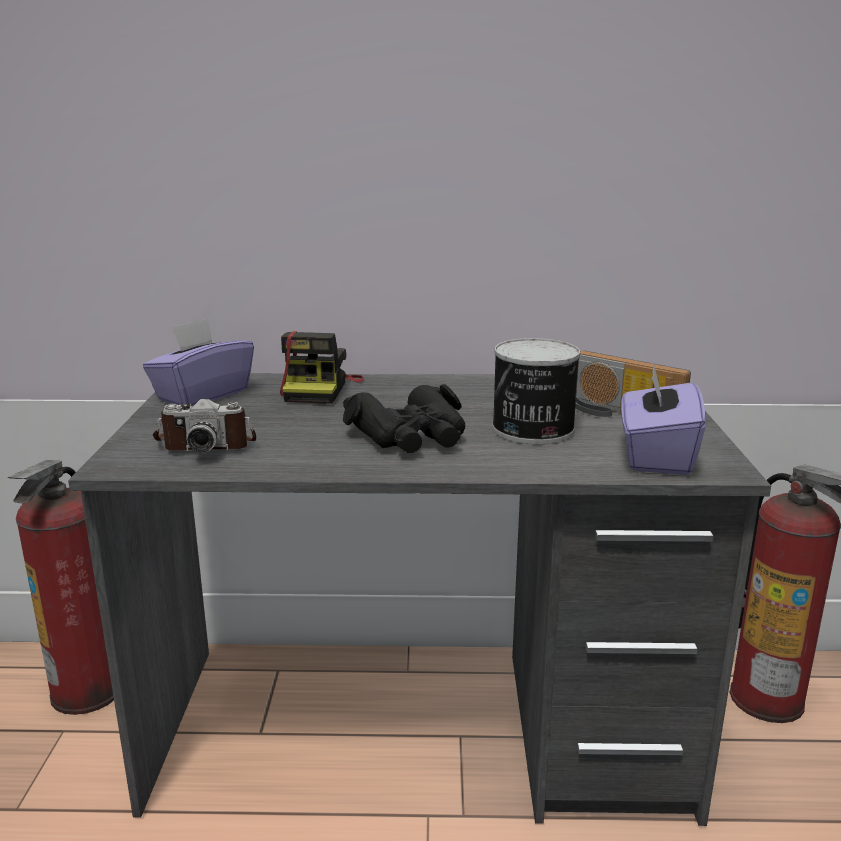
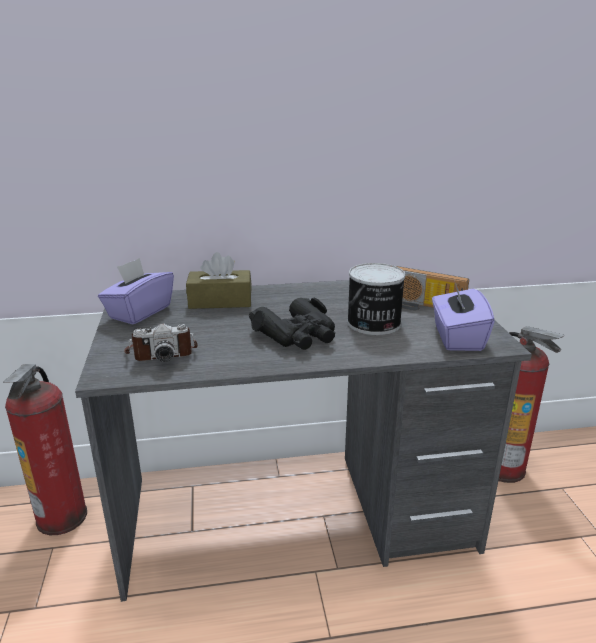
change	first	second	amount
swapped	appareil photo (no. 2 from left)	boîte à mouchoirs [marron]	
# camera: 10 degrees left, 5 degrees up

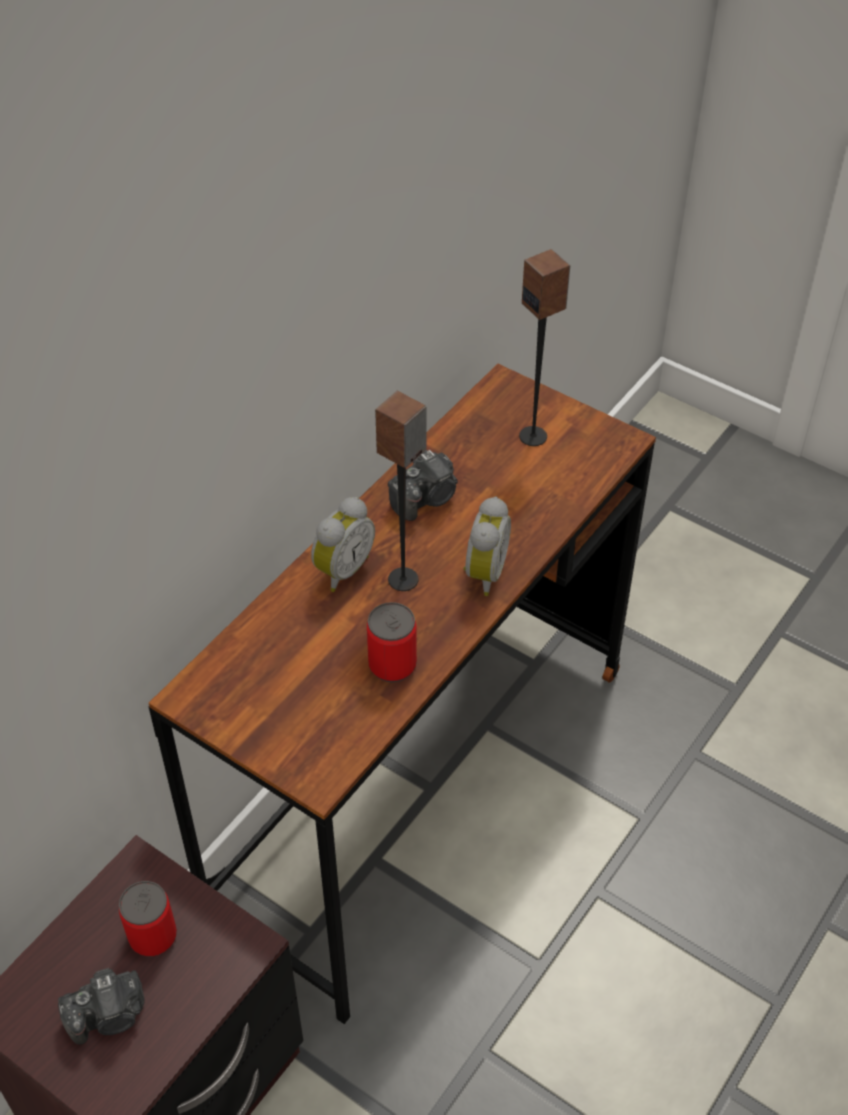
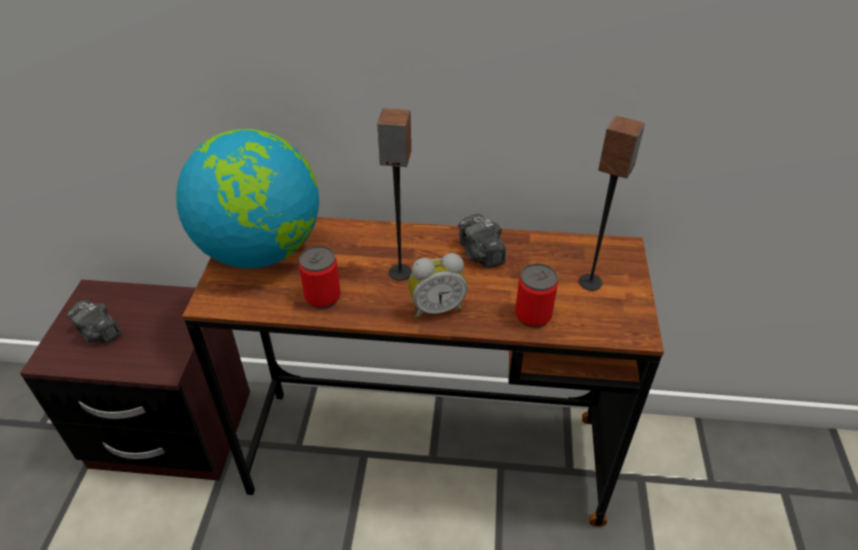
change	first	second	amount
shifted	boîte métallique (no. 1 from left in the first image)	boîte métallique (no. 2 from left)	
gone	réveil (no. 1 from left)		
rotated	appareil photo (no. 2 from left)		45 degrees clockwise
new		globe	
# camera: 60 degrees right, 5 degrees down

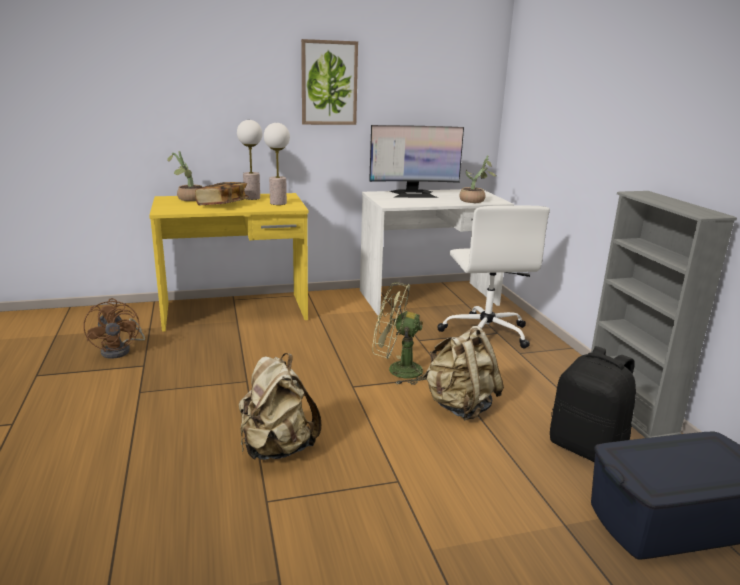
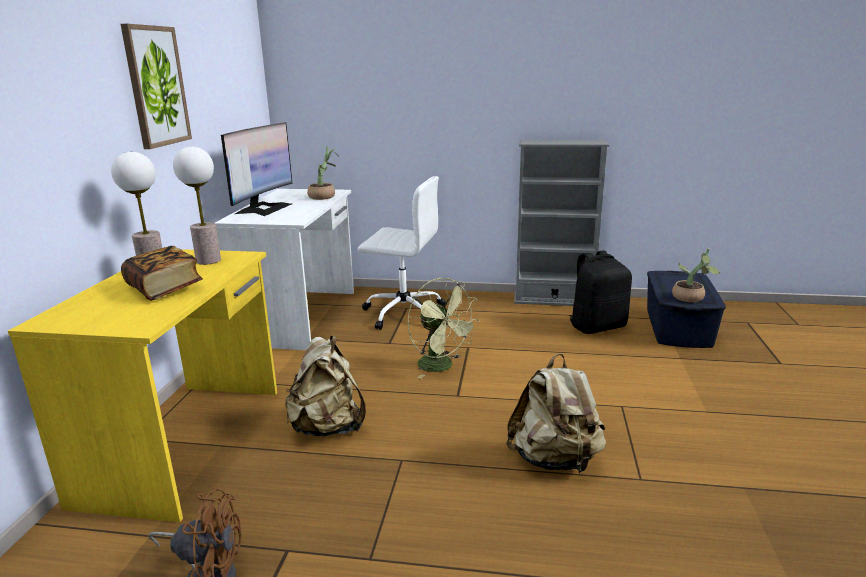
change	first	second	amount
shifted	plante en pot (no. 1 from left in the first image)	plante en pot (no. 2 from left)	
rotated	ventilateur [vert]		75 degrees counterclockwise
shifted	sac à dos [beige] (no. 2 from left in the first image)	sac à dos [beige] (no. 1 from left)	
# camera: 65 degrees left, 0 degrees up

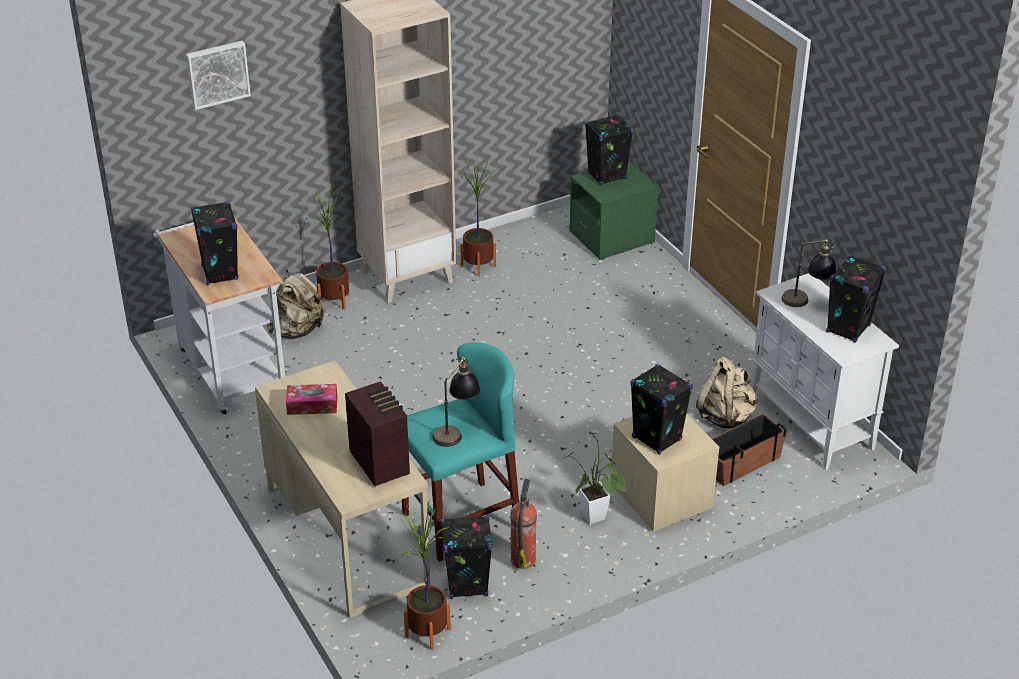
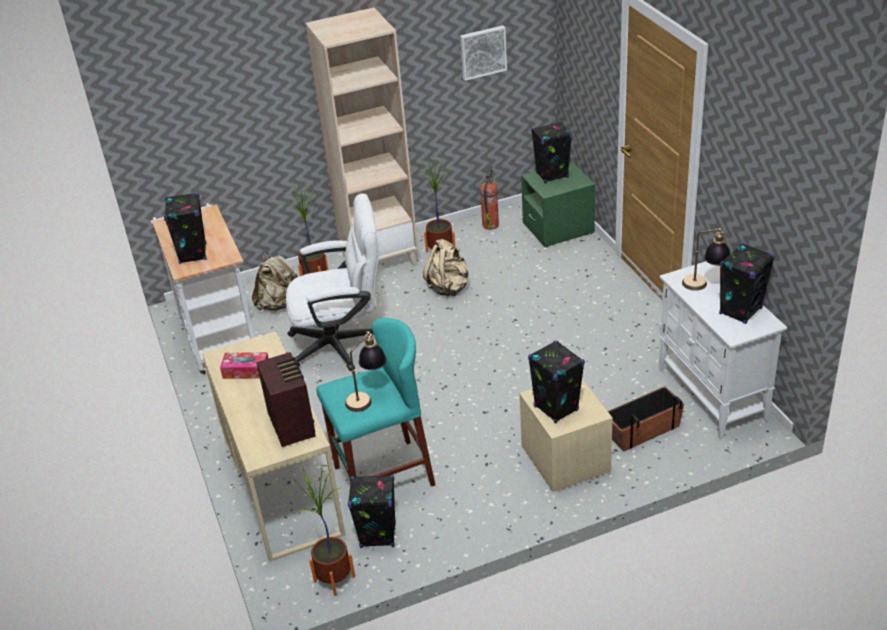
change	first	second	amount
shifted	tableau		
shifted	extincteur		
gone	plante en pot (no. 4 from left)		
shifted	sac à dos [beige] (no. 2 from left)		
new		chaise de bureau [blanc]	
# camera: 10 degrees right, 0 degrees up

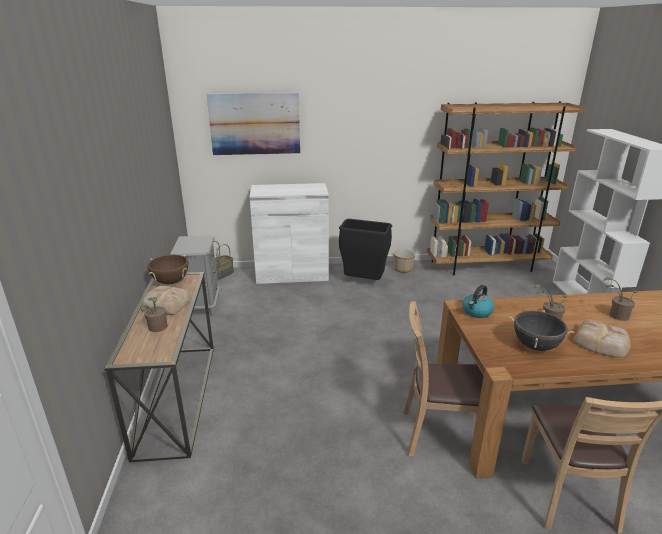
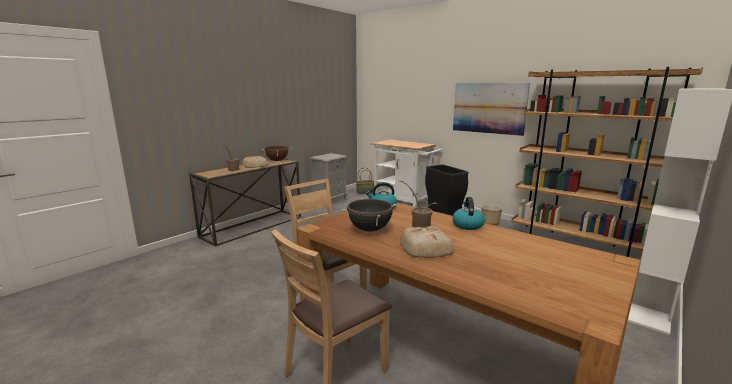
change	first	second	amount
shifted	tableau		
swapped	meuble de rangement [blanc]	chariot [blanc]	
gone	plante en pot (no. 3 from left)		
new		bouilloire (no. 2 from left)	
# camera: 45 degrees right, 10 degrees down

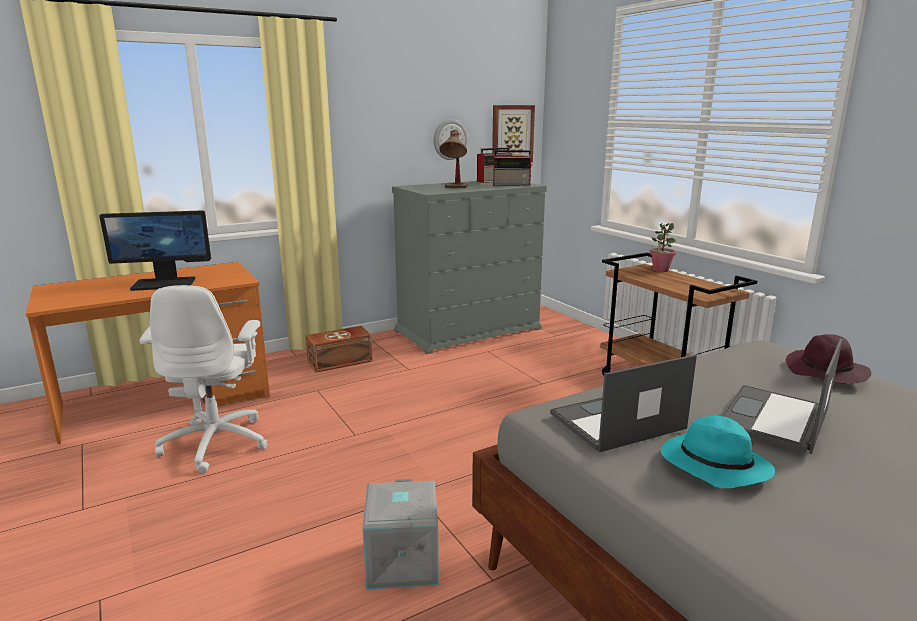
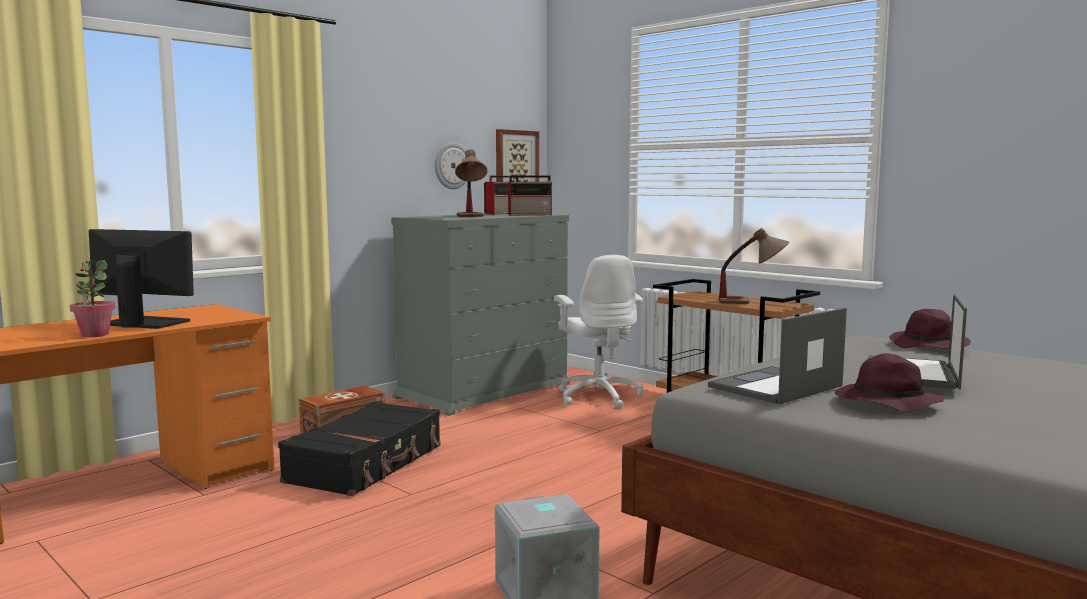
change	first	second	amount
rotated	écran d'ordinateur		135 degrees counterclockwise
shifted	chaise de bureau [blanc]		
shifted	plante en pot		
repainted	chapeau [turquoise]	chapeau [violet] (no. 1 from left)	
new		valise [noir]	
new		lampe de table (no. 2 from left)	
# camera: 15 degrees left, 10 degrees down

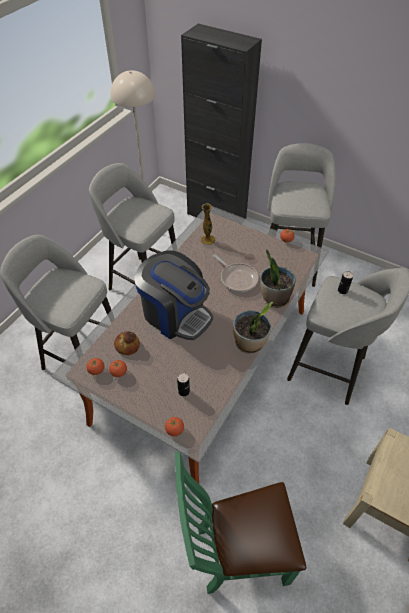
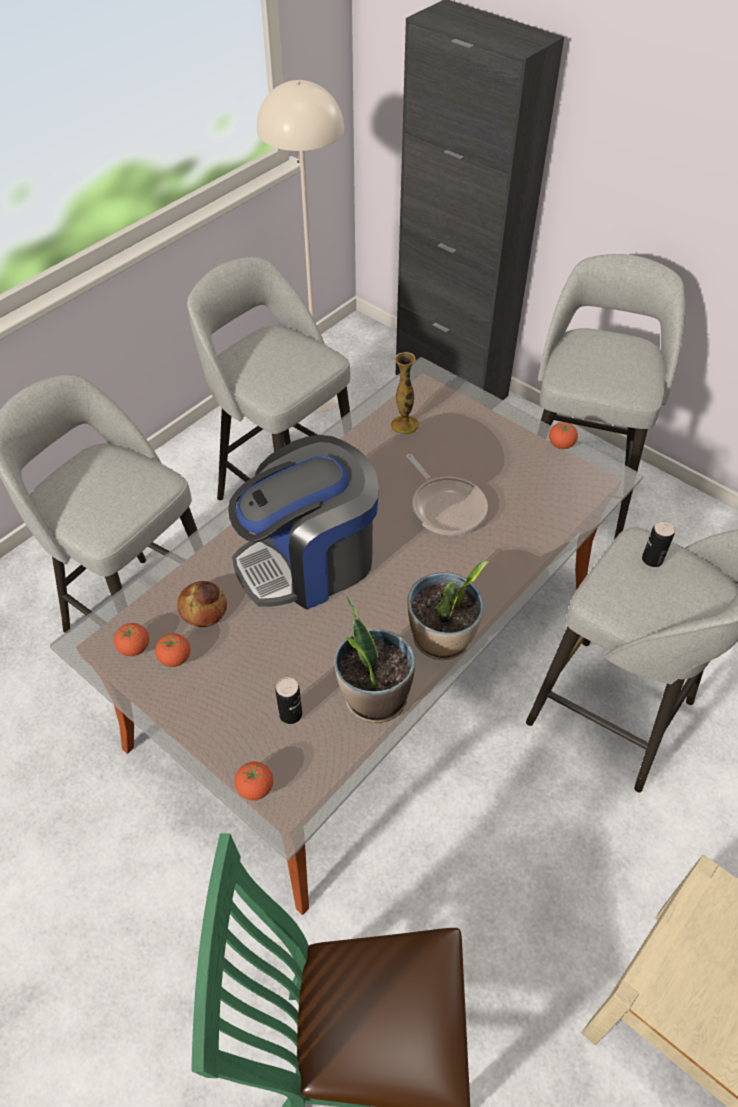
change	first	second	amount
rotated	machine à café		105 degrees clockwise
shifted	plante en pot (no. 2 from left in the first image)	plante en pot (no. 1 from left)	
# camera: 10 degrees right, 0 degrees up

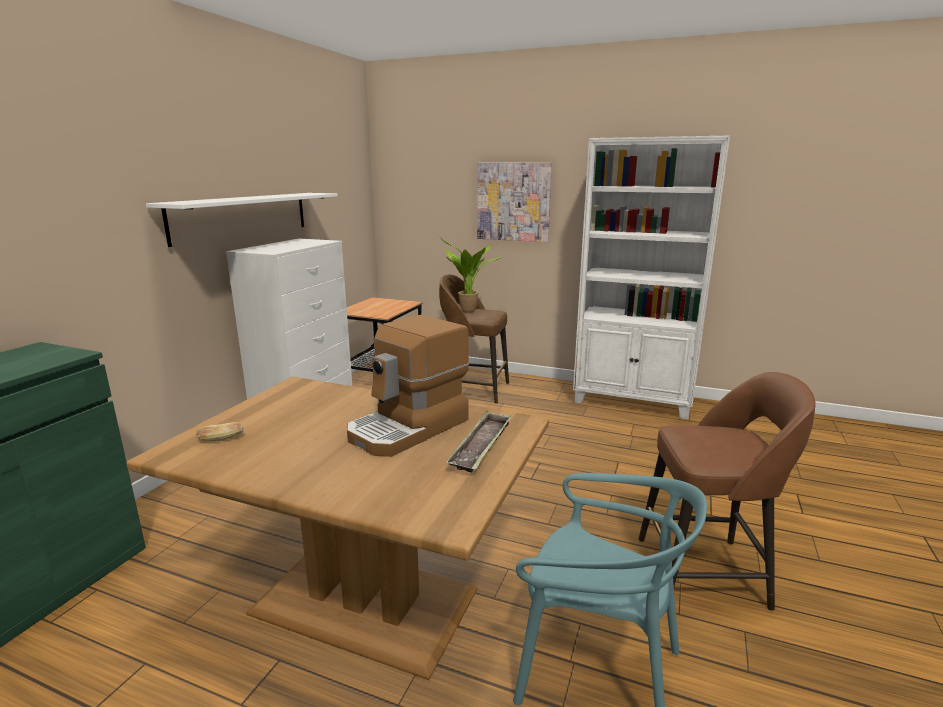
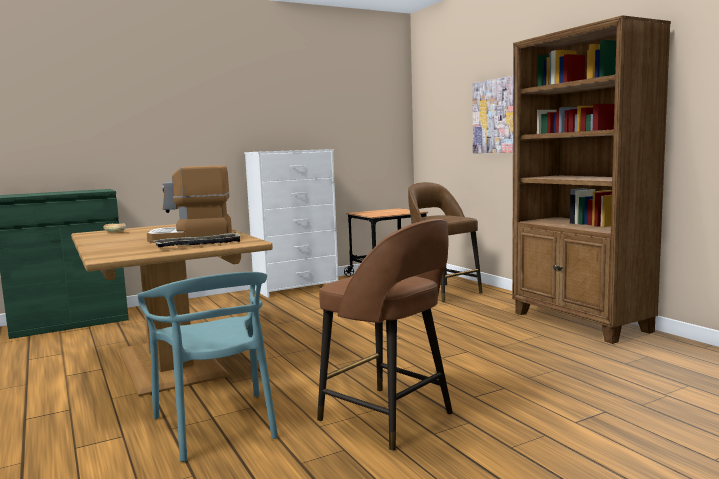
change	first	second	amount
gone	étagère [blanc]		
gone	plante en pot		
repainted	bibliothèque [blanc]	bibliothèque [marron]	
# camera: 40 degrees right, 10 degrees down

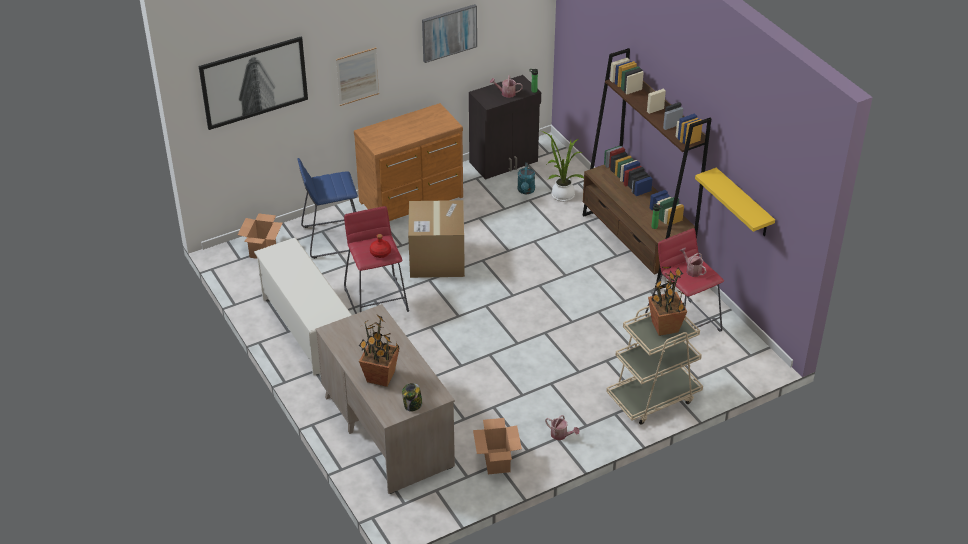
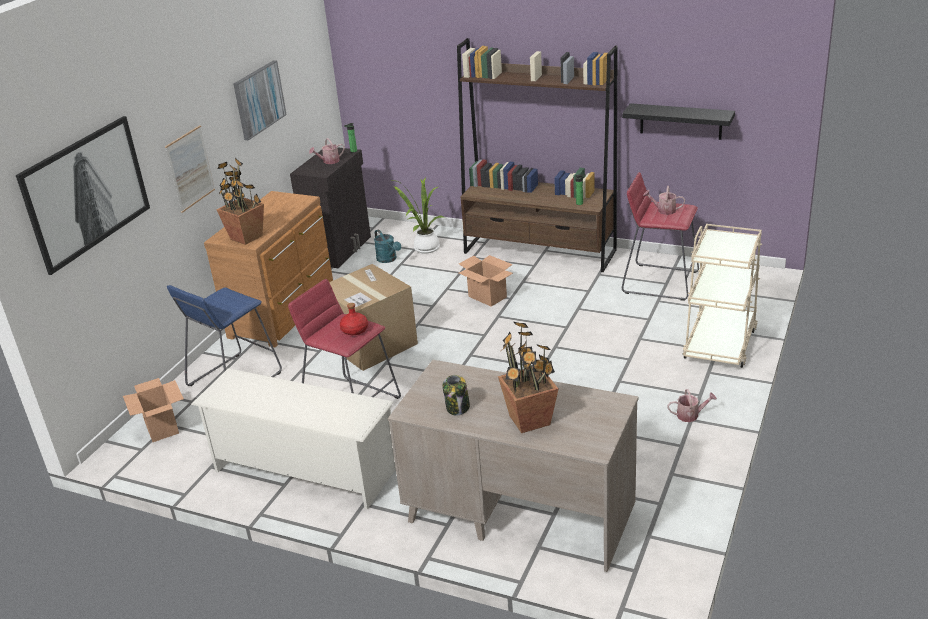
change	first	second	amount
shifted	bocal		
shifted	carton (no. 3 from left)		
shifted	plante en pot (no. 3 from left in the first image)	plante en pot (no. 1 from left)	
repainted	étagère [jaune]	étagère [noir]	
# camera: 35 degrees left, 10 degrees down

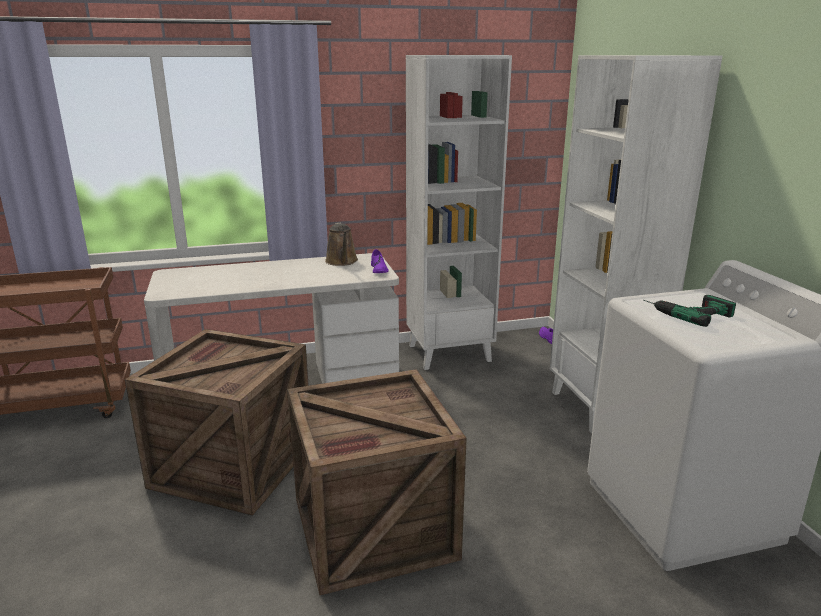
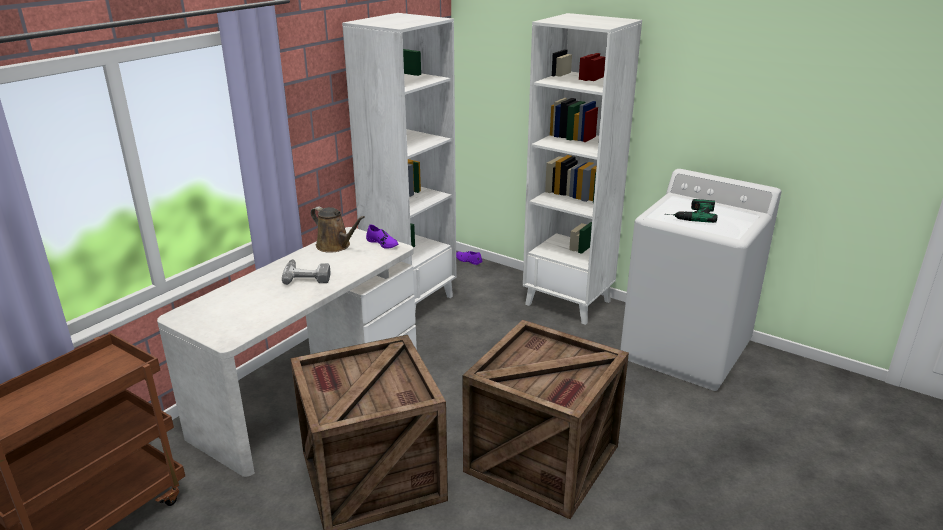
change	first	second	amount
new		perceuse (no. 1 from left)	
# camera: 40 degrees left, 5 degrees up

